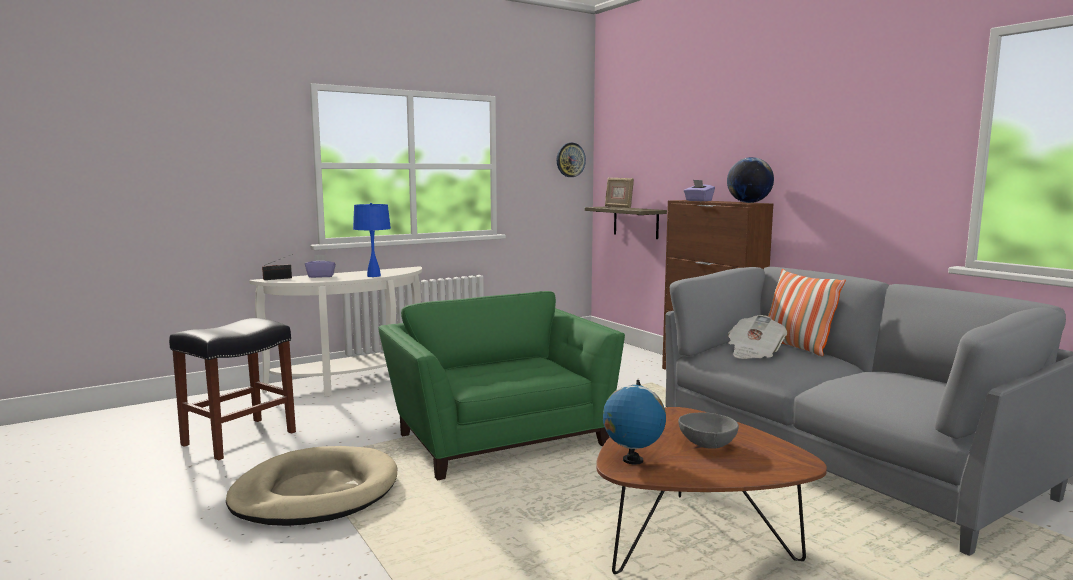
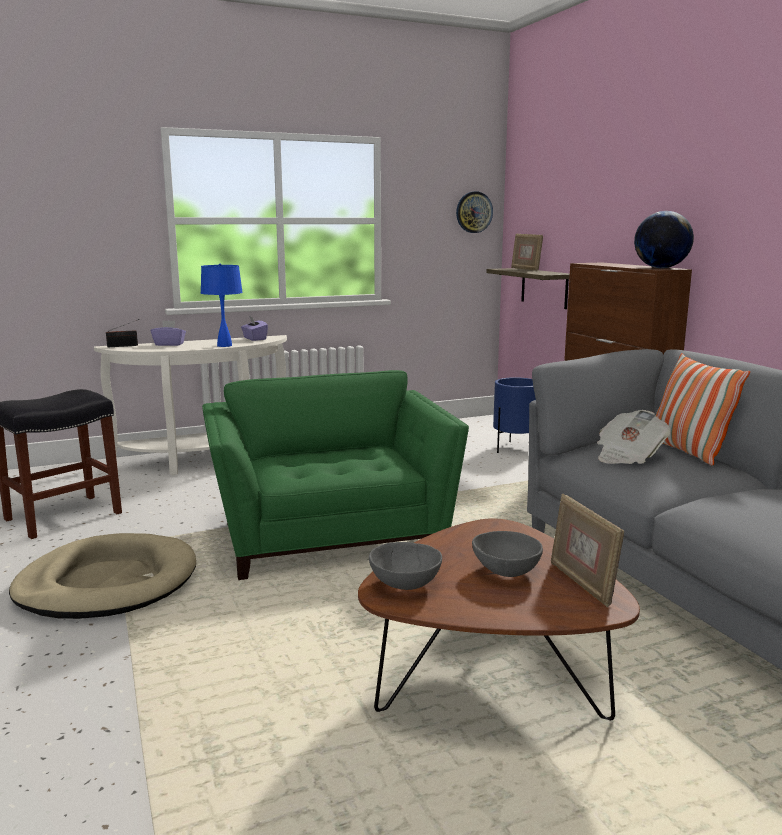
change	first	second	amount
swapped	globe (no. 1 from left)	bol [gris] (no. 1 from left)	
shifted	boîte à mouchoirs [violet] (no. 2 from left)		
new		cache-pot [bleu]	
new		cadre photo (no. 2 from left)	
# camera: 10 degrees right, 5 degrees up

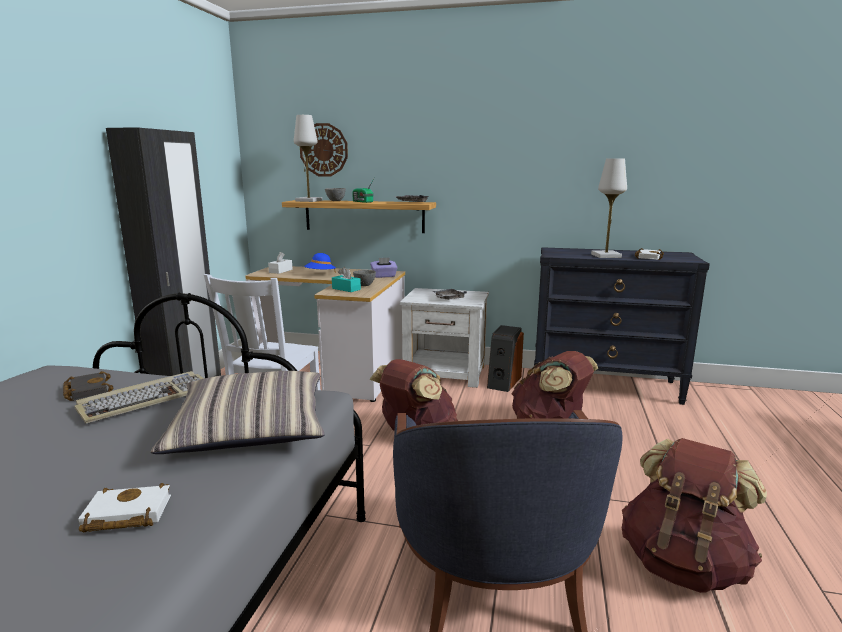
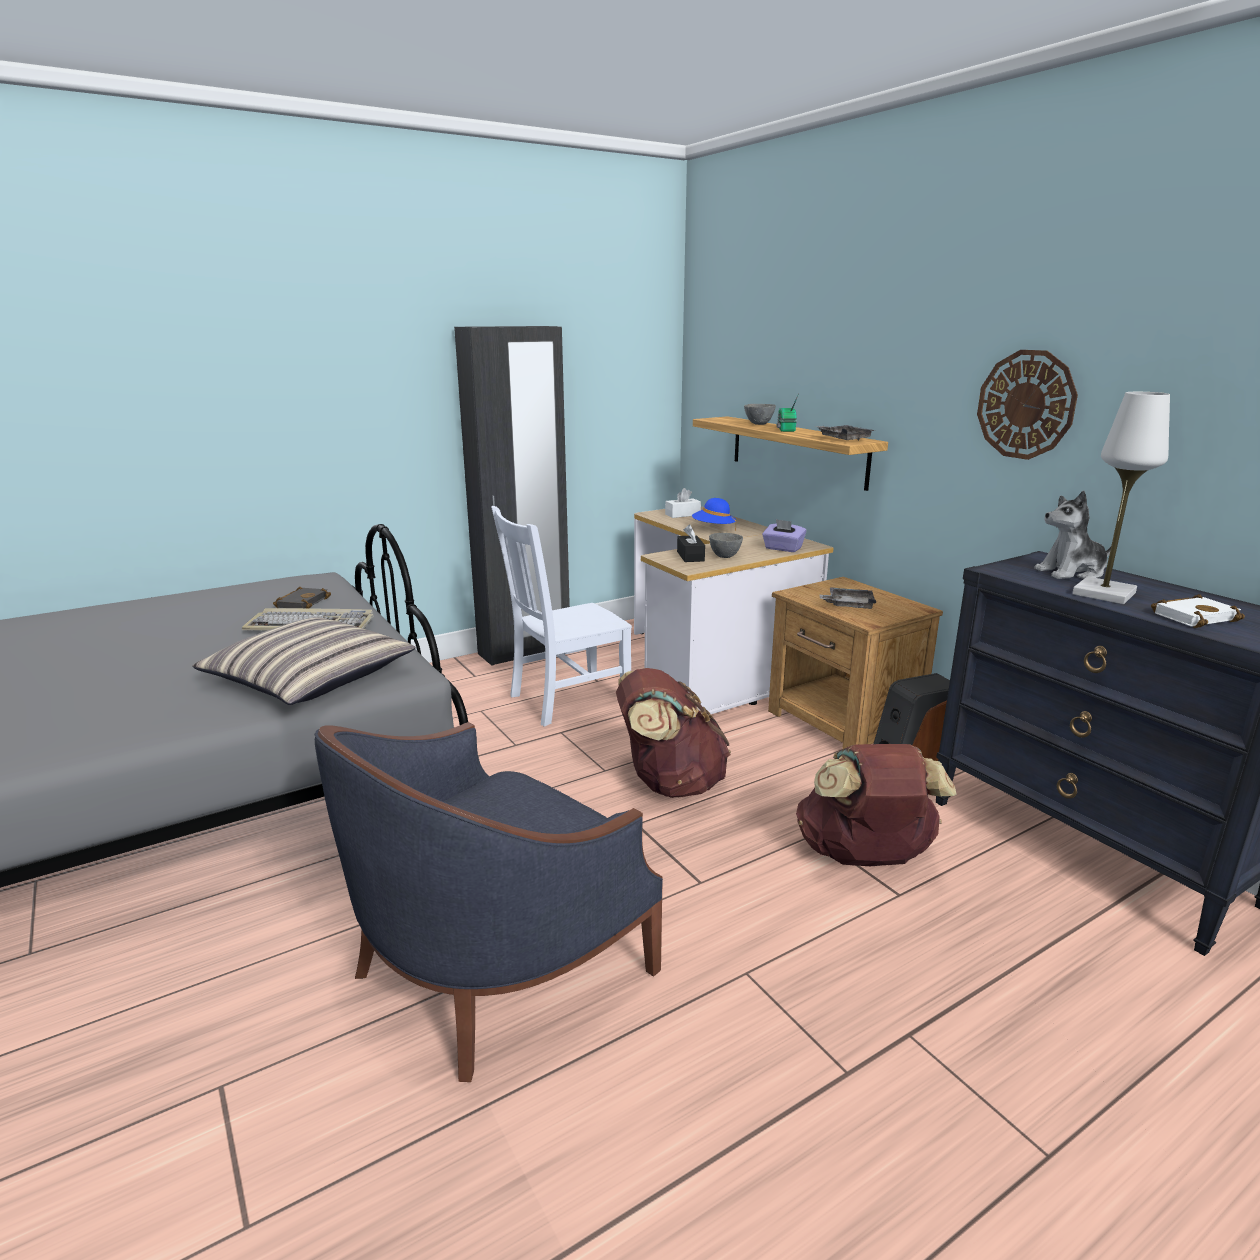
change	first	second	amount
gone	livre [blanc] (no. 1 from left)		
gone	lampe de table [blanc] (no. 1 from left)		
shifted	horloge murale		
repainted	boîte à mouchoirs [turquoise]	boîte à mouchoirs [noir]	
repainted	table de chevet [blanc]	table de chevet [marron]	
gone	sac à dos [marron] (no. 3 from left)		
new		peluche	
# camera: 45 degrees right, 5 degrees up

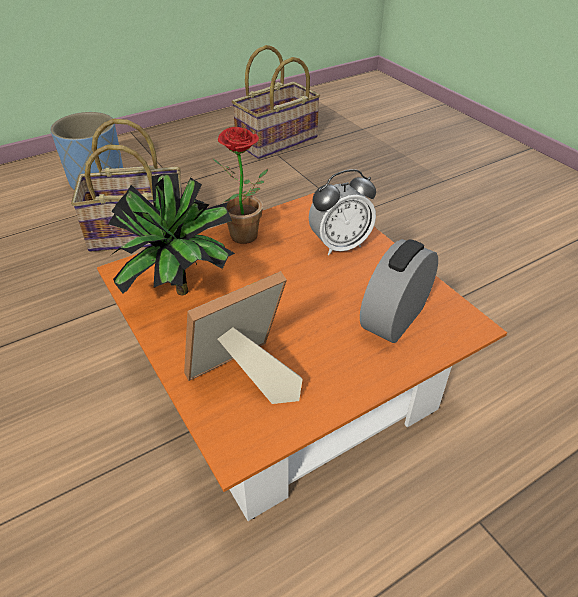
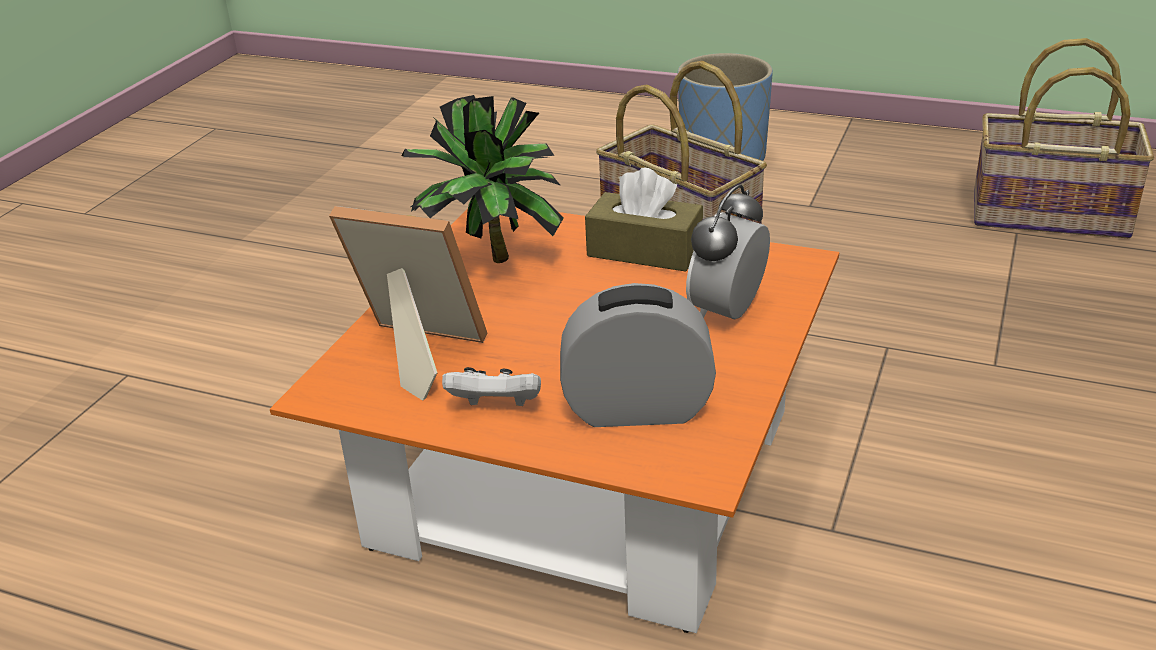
change	first	second	amount
swapped	plante en pot (no. 2 from left)	boîte à mouchoirs [marron]	
rotated	réveil (no. 1 from left in the first image)	réveil (no. 2 from left)	90 degrees clockwise
new		manette [blanc]	
# camera: 55 degrees right, 10 degrees down

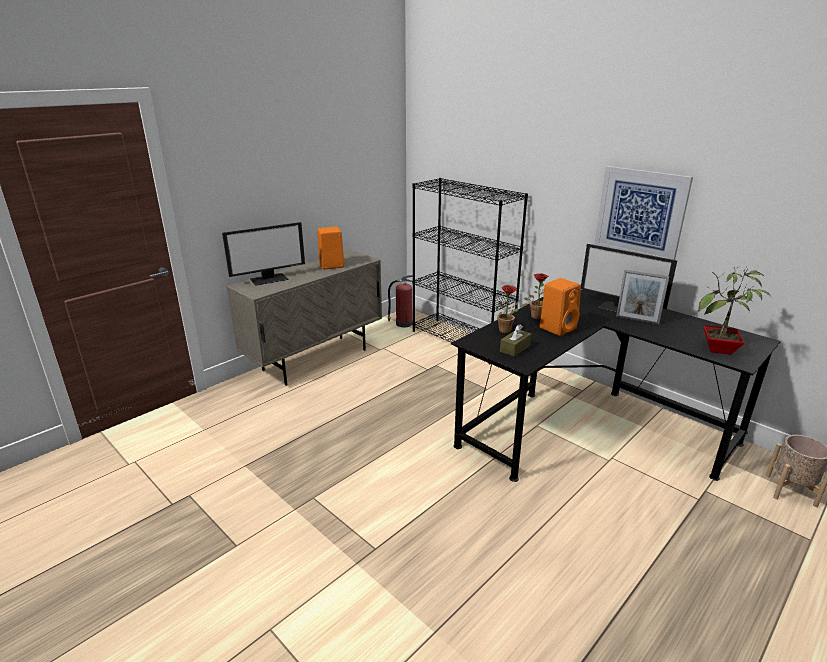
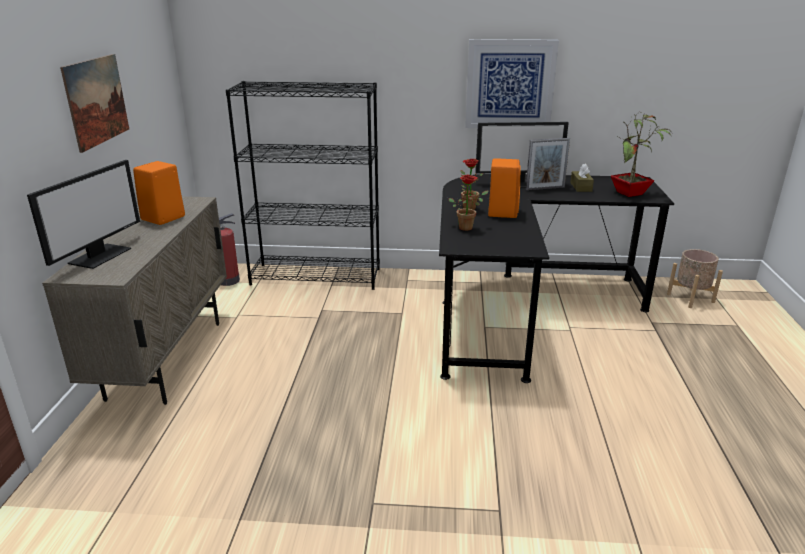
change	first	second	amount
shifted	boîte à mouchoirs [marron]		
new		tableau (no. 1 from left)	
# camera: 40 degrees left, 0 degrees up

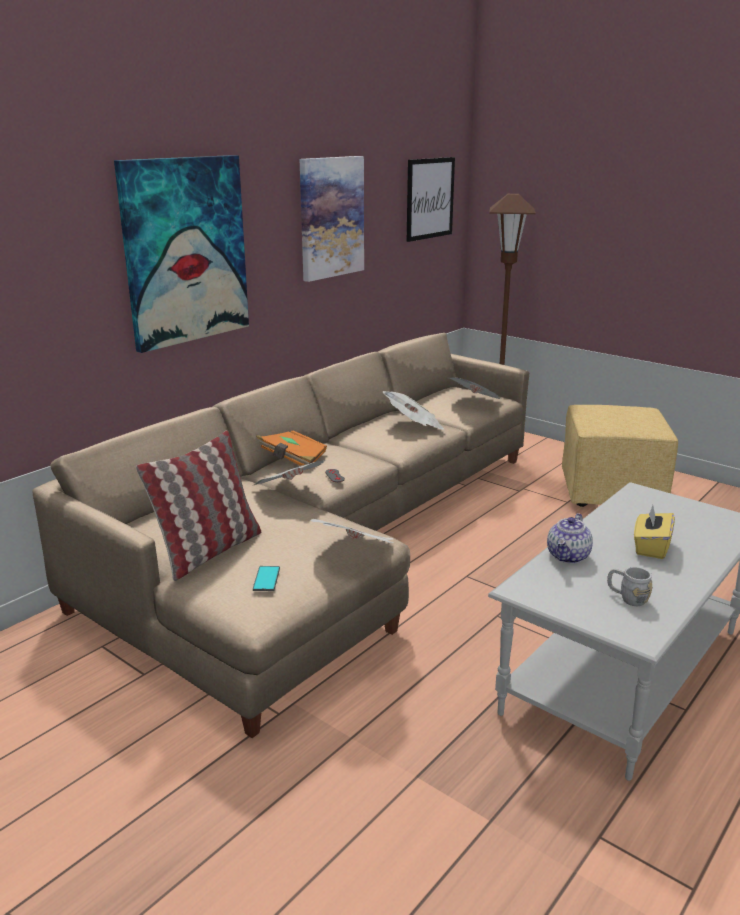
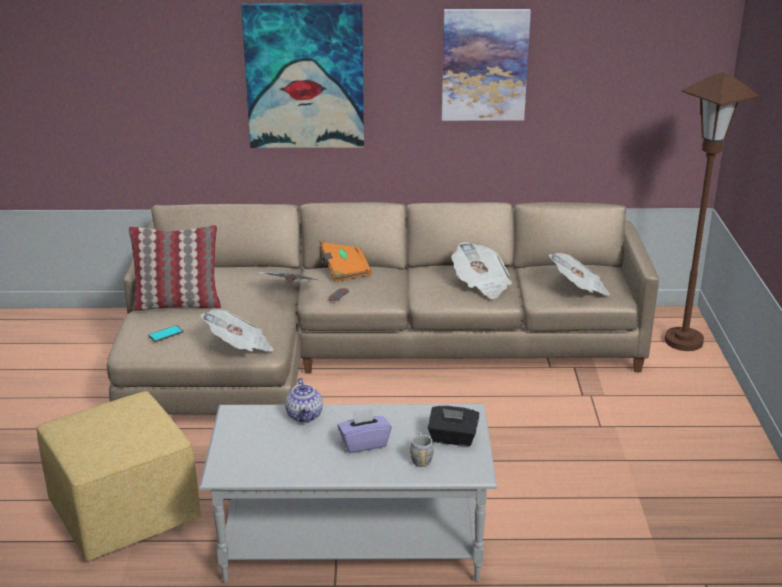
change	first	second	amount
gone	tableau (no. 3 from left)		
rotated	théière		90 degrees counterclockwise
shifted	pouf [jaune]		
shifted	mug [gris]		
repainted	boîte à mouchoirs [jaune]	boîte à mouchoirs [violet]	
new		boîte à mouchoirs [noir]	
# camera: 50 degrees right, 5 degrees up

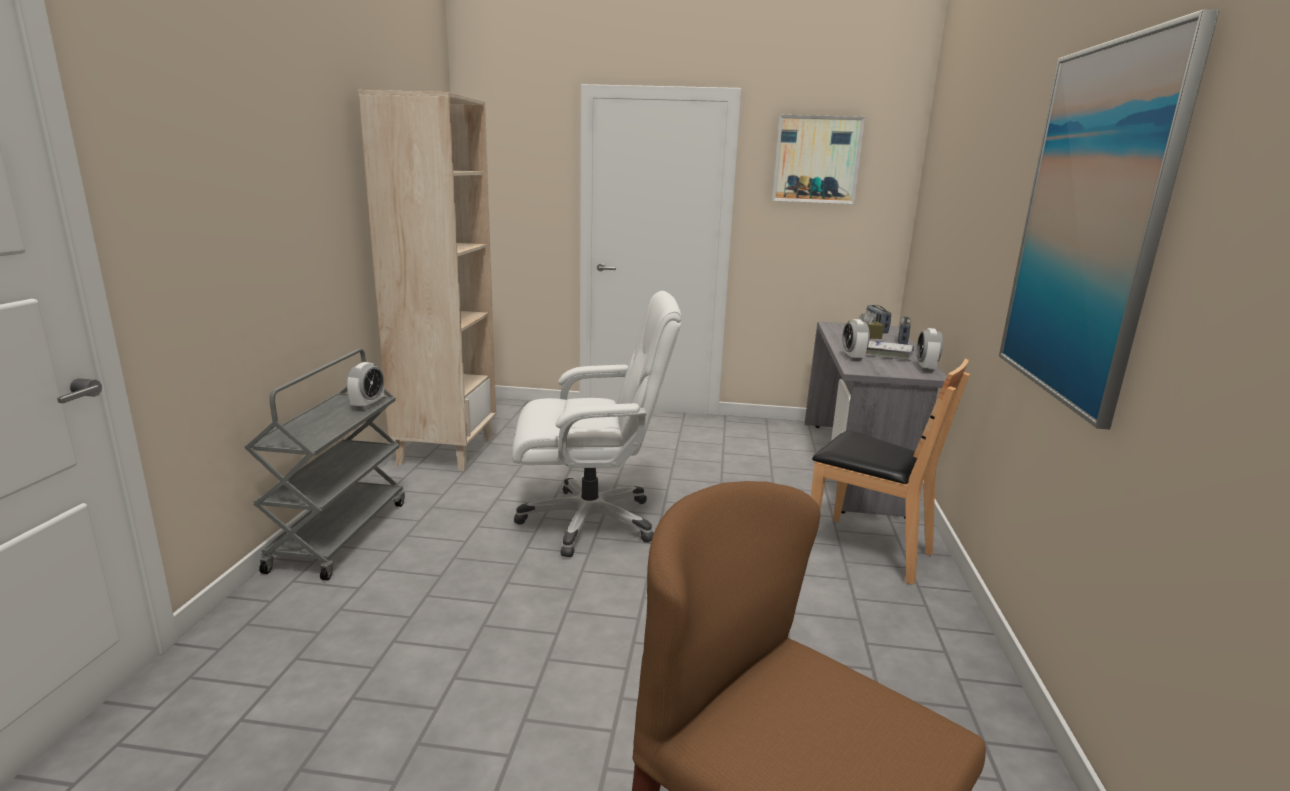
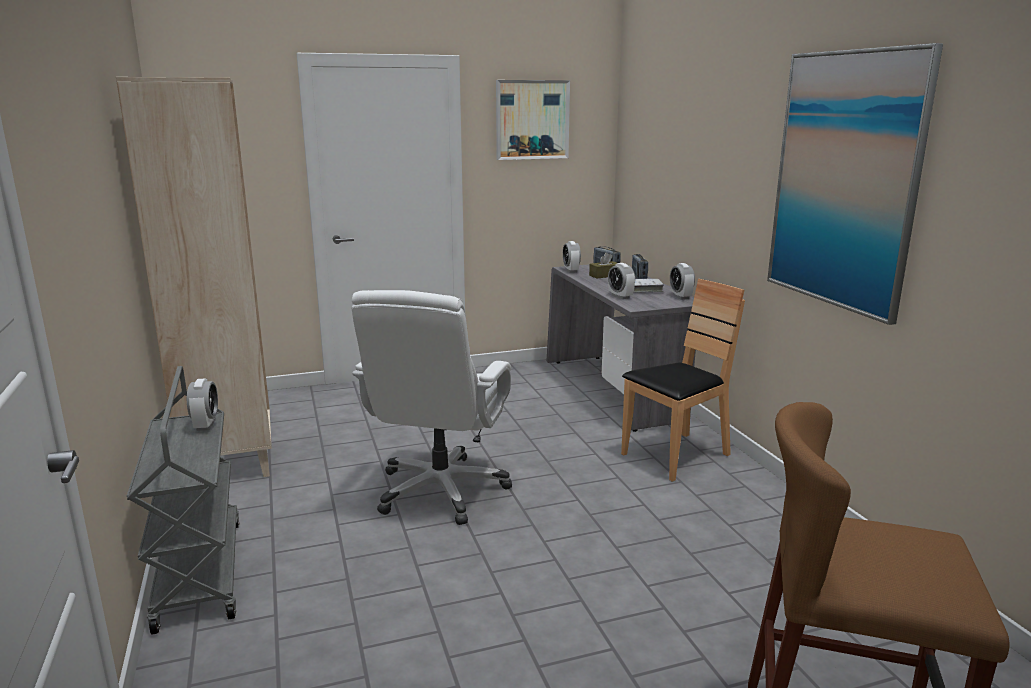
change	first	second	amount
rotated	chaise de bureau [blanc]		135 degrees clockwise
rotated	chaise [marron]		45 degrees counterclockwise
new		réveil (no. 2 from left)	
# camera: 25 degrees left, 0 degrees up

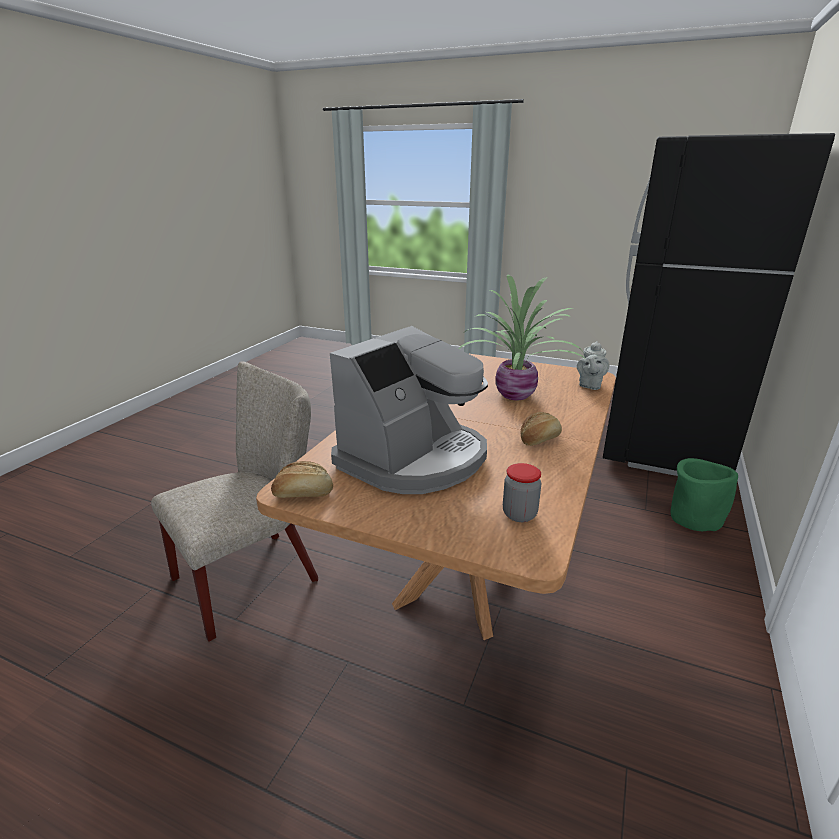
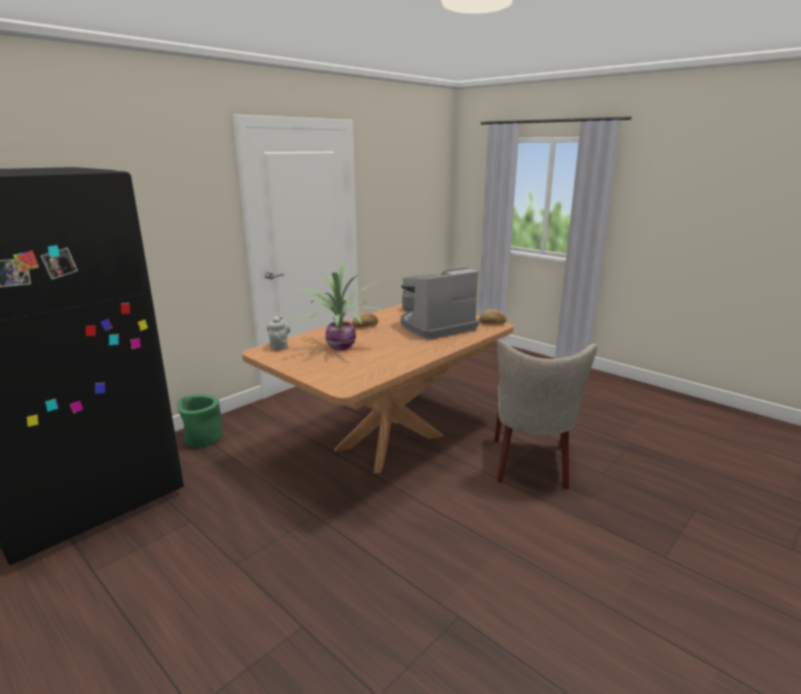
change	first	second	amount
rotated	chaise [beige]		60 degrees counterclockwise
rotated	théière [gris]		45 degrees counterclockwise
# camera: 160 degrees left, 5 degrees down

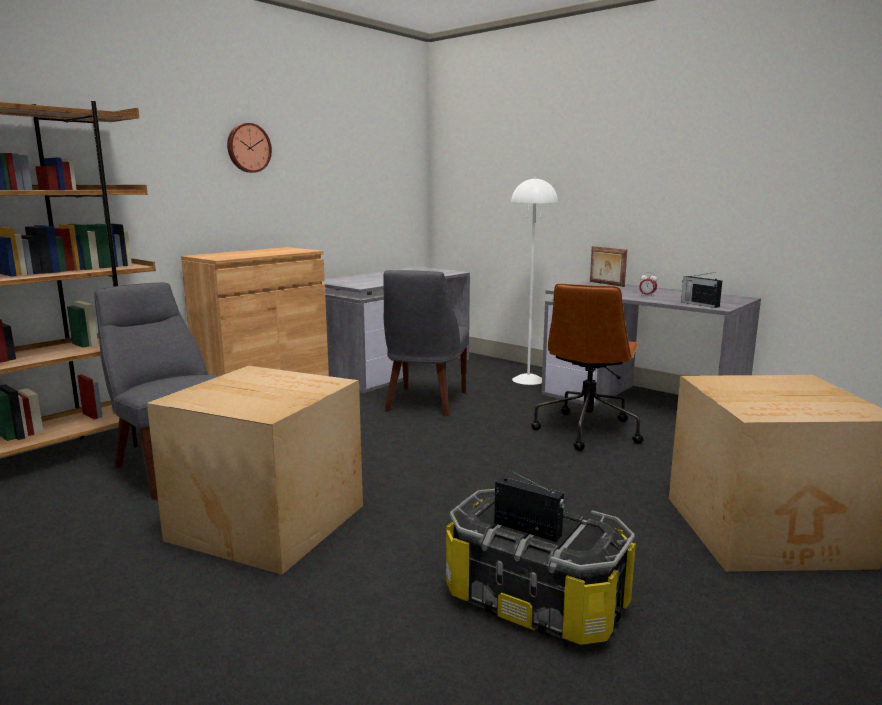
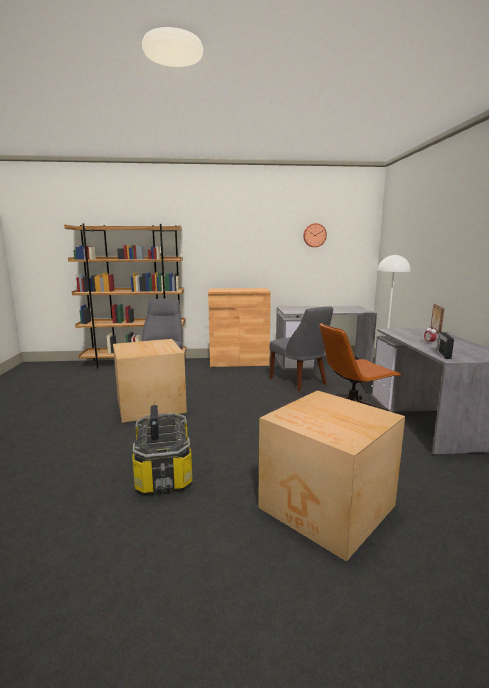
change	first	second	amount
shifted	horloge murale		
rotated	chaise [gris] (no. 2 from left)		90 degrees counterclockwise
# camera: 45 degrees right, 0 degrees up

